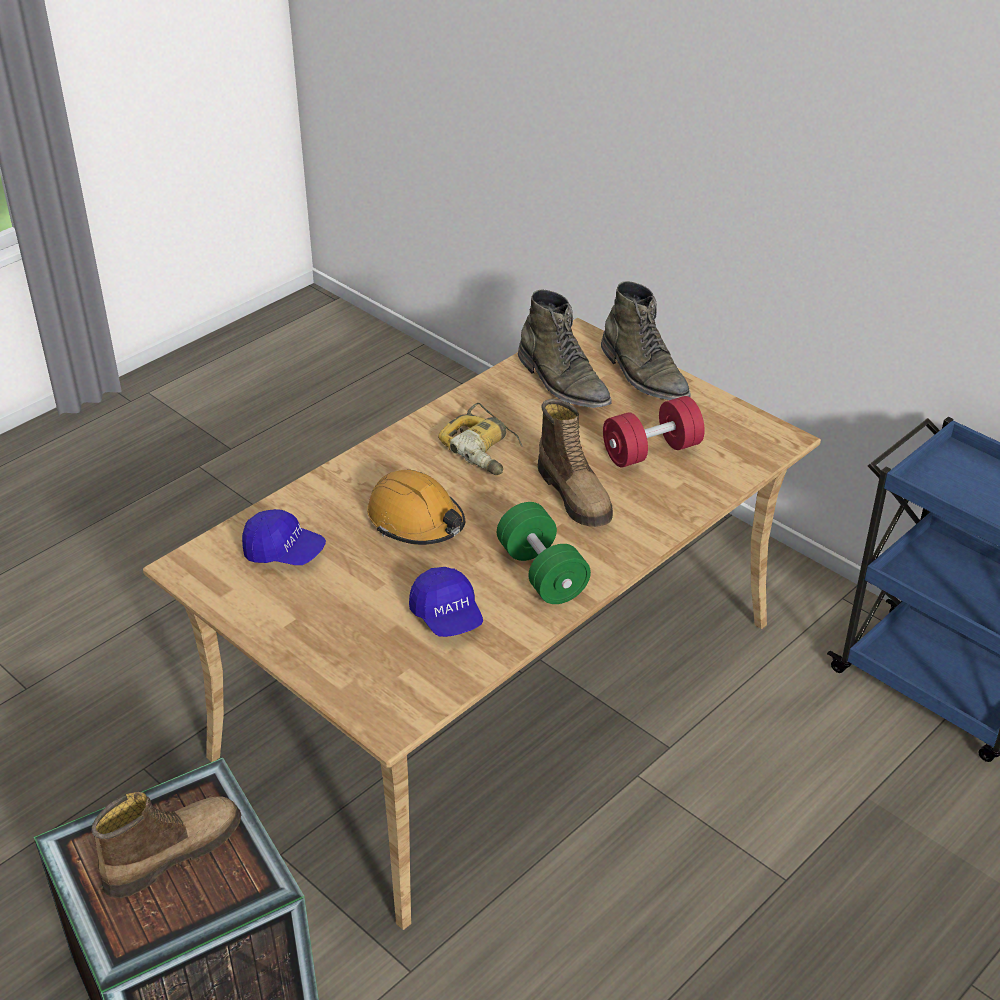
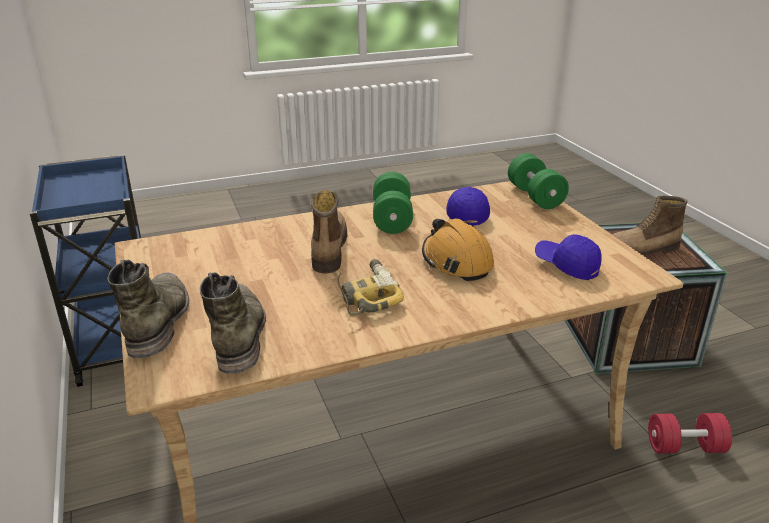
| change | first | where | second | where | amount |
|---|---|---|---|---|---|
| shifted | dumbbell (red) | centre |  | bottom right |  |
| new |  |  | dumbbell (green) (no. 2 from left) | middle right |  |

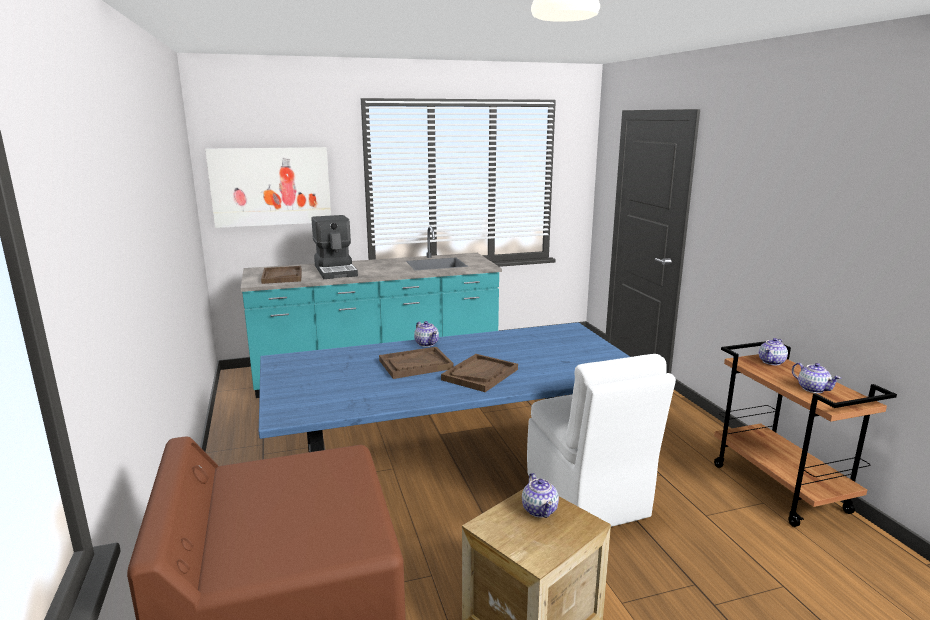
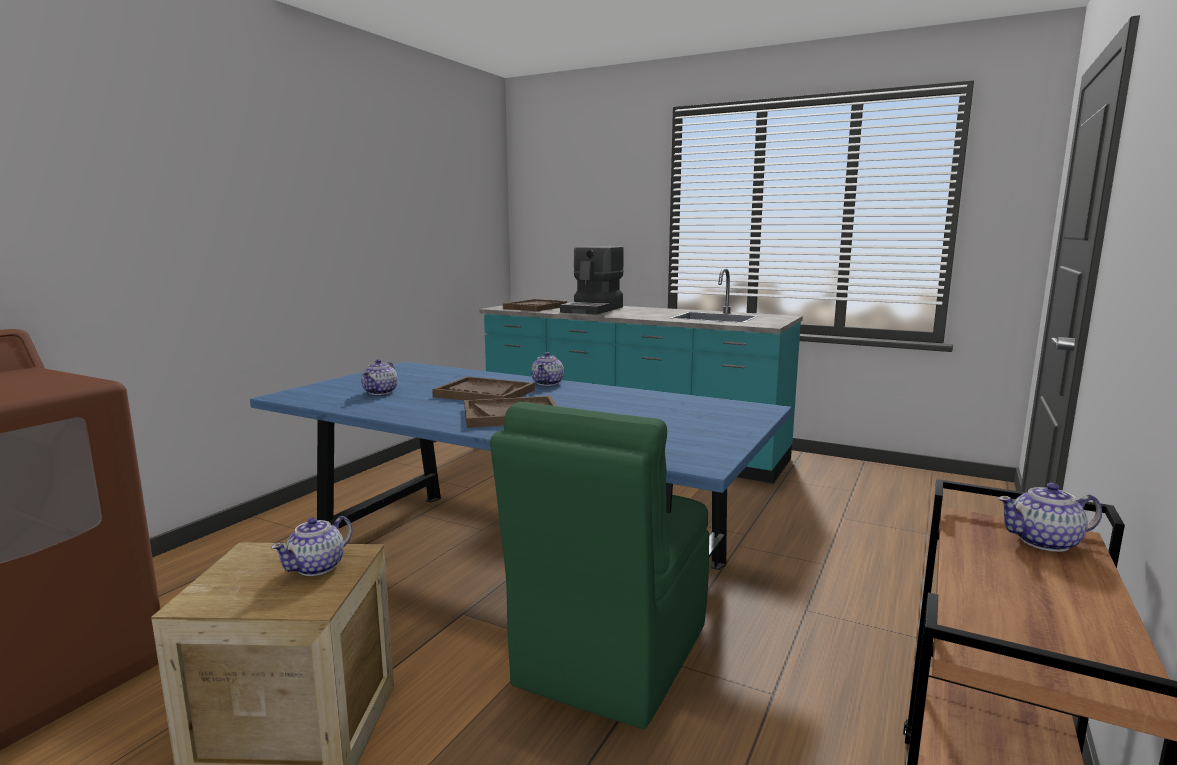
| change | first | where | second | where | amount |
|---|---|---|---|---|---|
| gone | picture | top left |  |  |  |
| repainted | chair (white) | bottom centre | chair (green) | bottom centre |  |
| shifted | teapot (no. 4 from left in the first image) | middle right | teapot (no. 2 from left) | middle left |  |

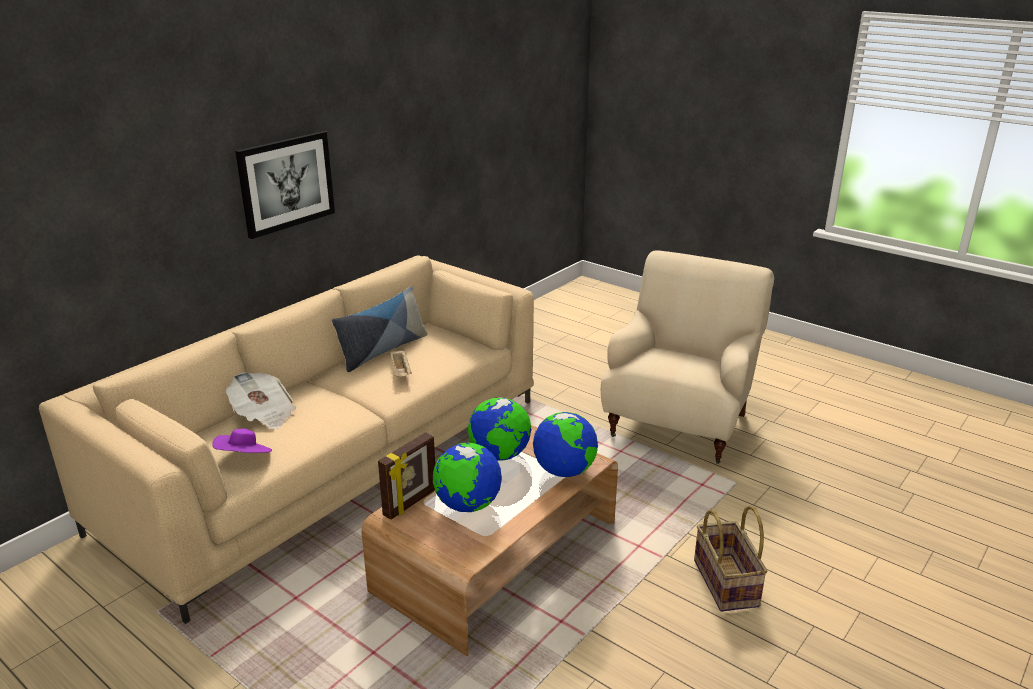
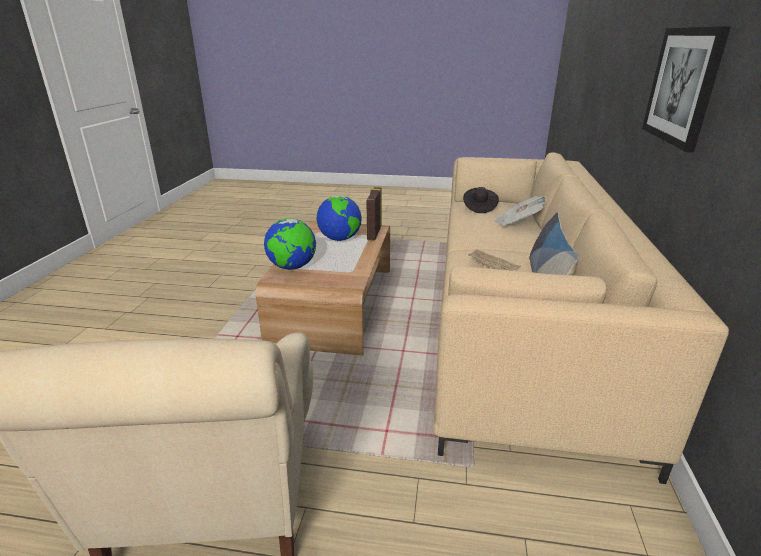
| change | first | where | second | where | amount |
|---|---|---|---|---|---|
| repainted | hat (purple) | middle left | hat (black) | centre |  |
| gone | globe (no. 2 from left) | centre |  |  |  |
| gone | basket | bottom right |  |  |  |

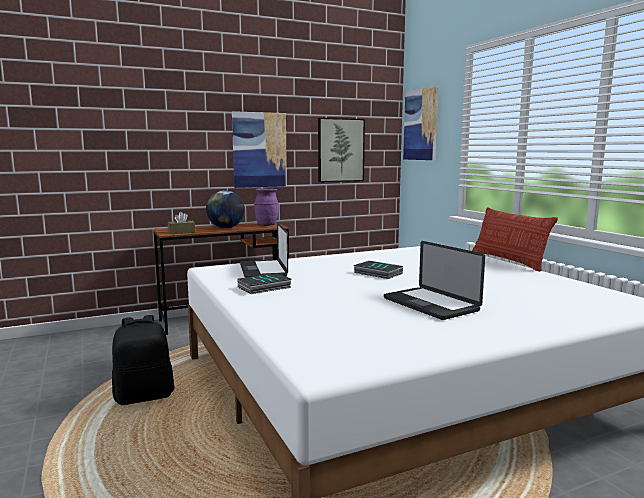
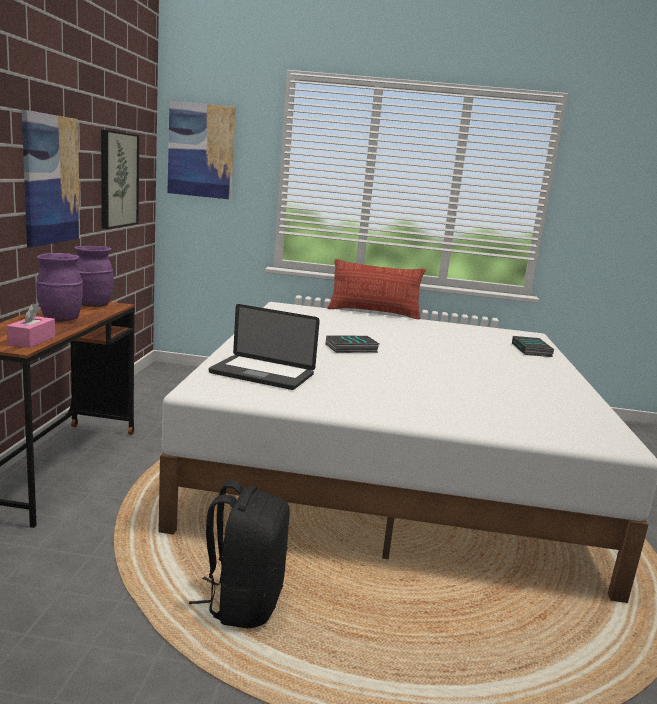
| change | first | where | second | where | amount |
|---|---|---|---|---|---|
| repainted | tissue box (brown) | middle left | tissue box (pink) | middle left |  |
| swapped | globe | centre | vase (purple) (no. 1 from left) | middle left |  |
| shifted | book (no. 1 from left in the first image) | centre | book (no. 2 from left) | middle right |  |
| gone | laptop (no. 2 from left) | middle right |  |  |  |

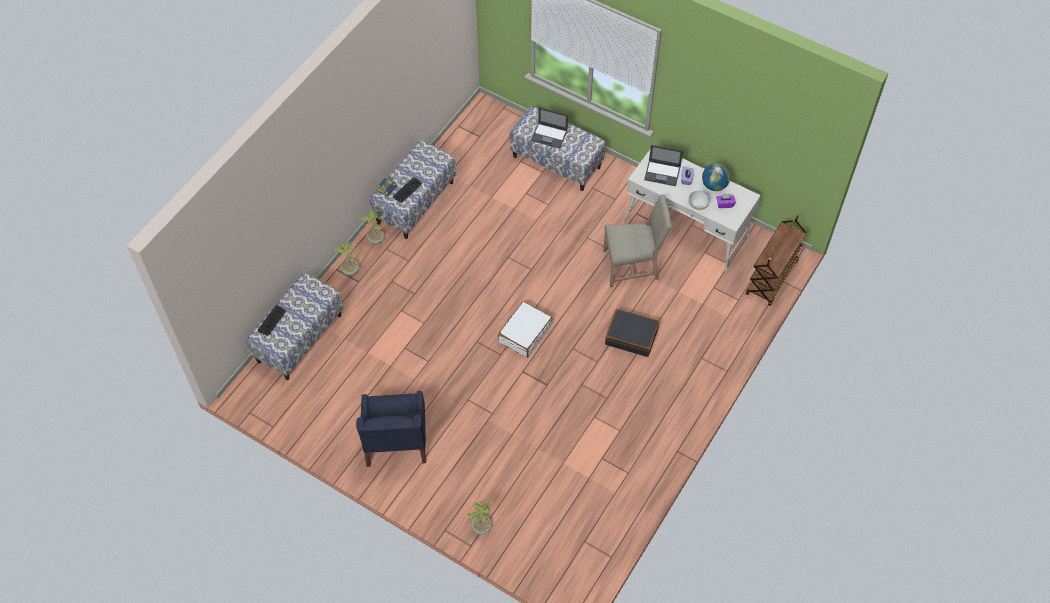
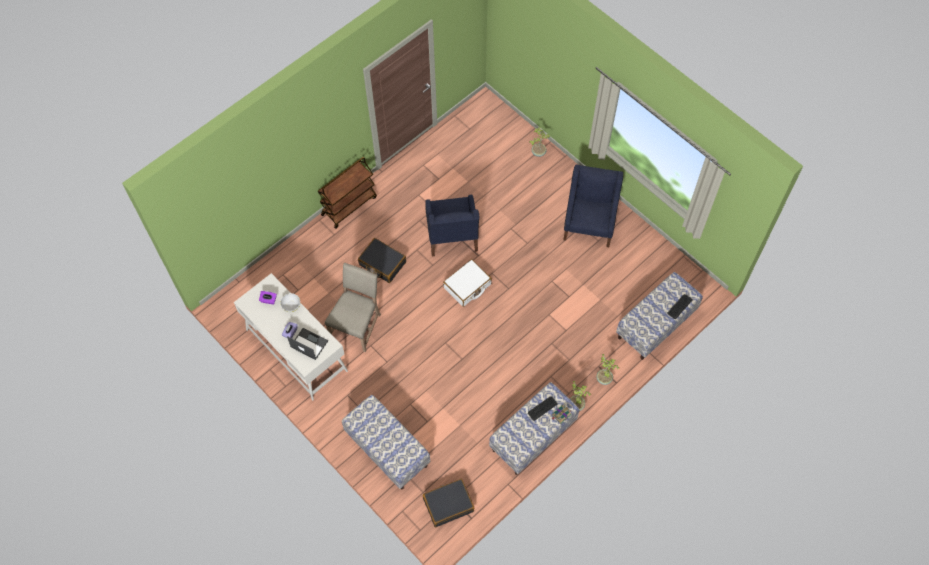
| change | first | where | second | where | amount |
|---|---|---|---|---|---|
| gone | laptop (no. 1 from left) | top centre |  |  |  |
| rotated | chair (beige) | centre |  | centre | 105 degrees clockwise |
| gone | globe | top right |  |  |  |
| shifted | cart (brown) | middle right |  | centre |  |
| new |  |  | suitcase (black) (no. 2 from left) | bottom centre |  |
| new |  |  | armchair (blue) (no. 1 from left) | centre |  |

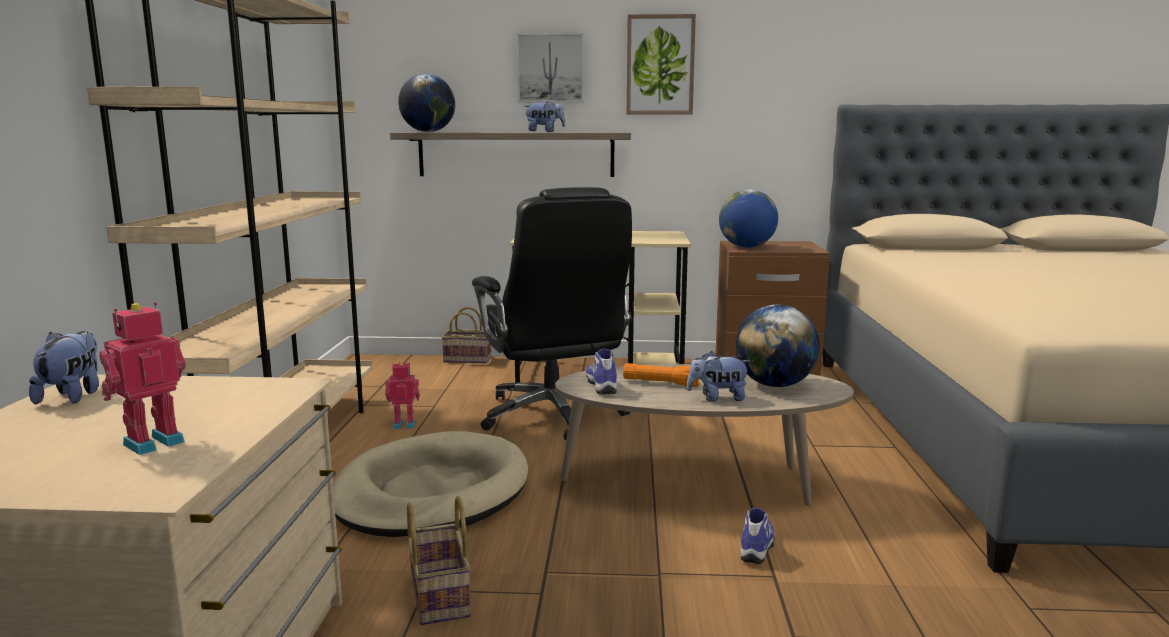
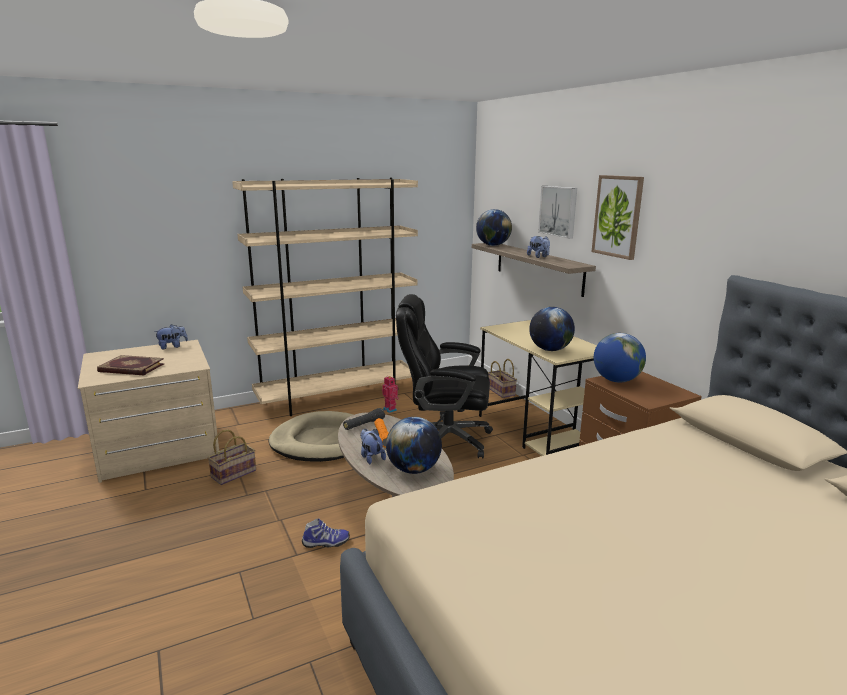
| change | first | where | second | where | amount |
|---|---|---|---|---|---|
| swapped | toy robot (no. 1 from left) | middle left | book | middle left |  |
| rotated | office chair (black) | centre |  | centre | 60 degrees clockwise |
| swapped | shoe (no. 1 from left) | centre | flashlight (black) | centre |  |
| new |  |  | globe (no. 3 from left) | centre |  |

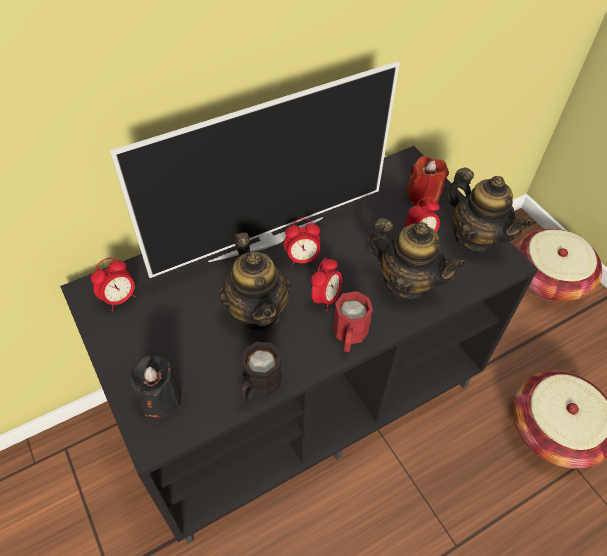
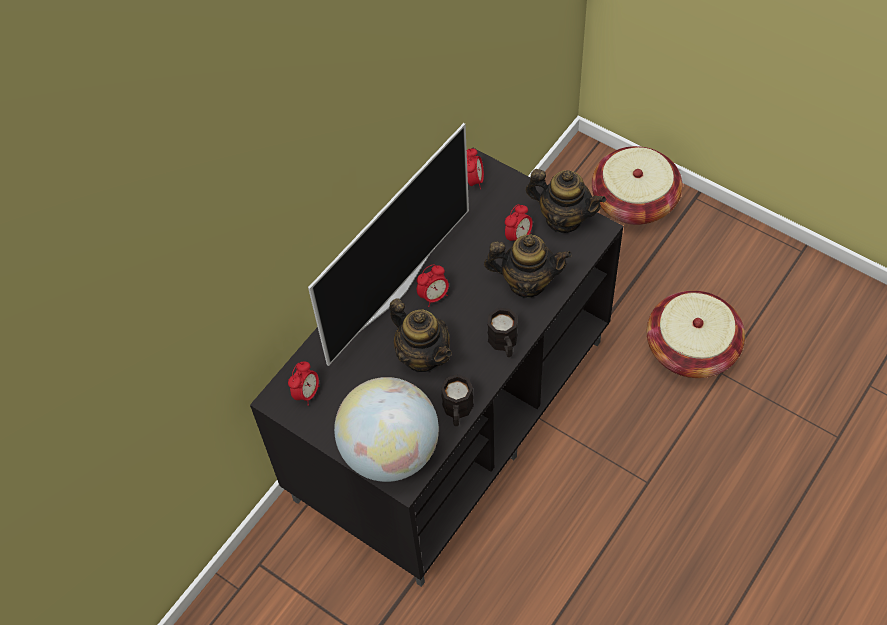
| change | first | where | second | where | amount |
|---|---|---|---|---|---|
| swapped | candle (black) | bottom left | globe | bottom centre |  |
| shifted | alarm clock (no. 3 from left) | centre |  | top centre |  |
| repainted | mug (red) | centre | mug (black) (no. 2 from left) | centre |  |
| gone | candle (red) | top right |  |  |  |

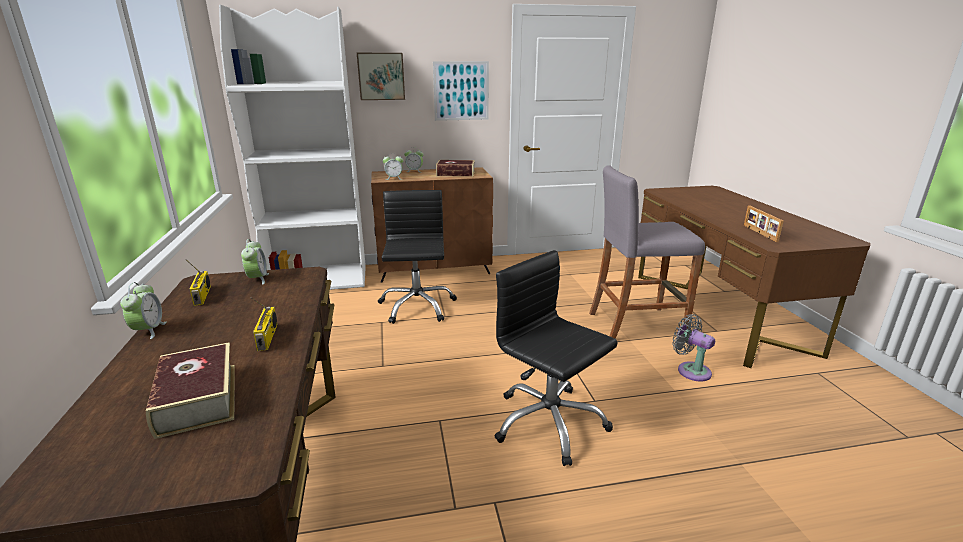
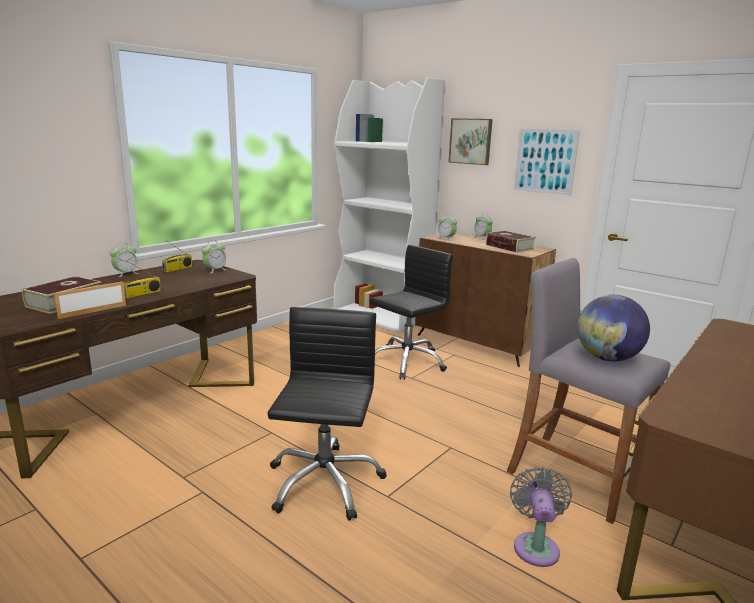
| change | first | where | second | where | amount |
|---|---|---|---|---|---|
| shifted | picture frame | middle right |  | middle left |  |
| new |  |  | globe | middle right |  |

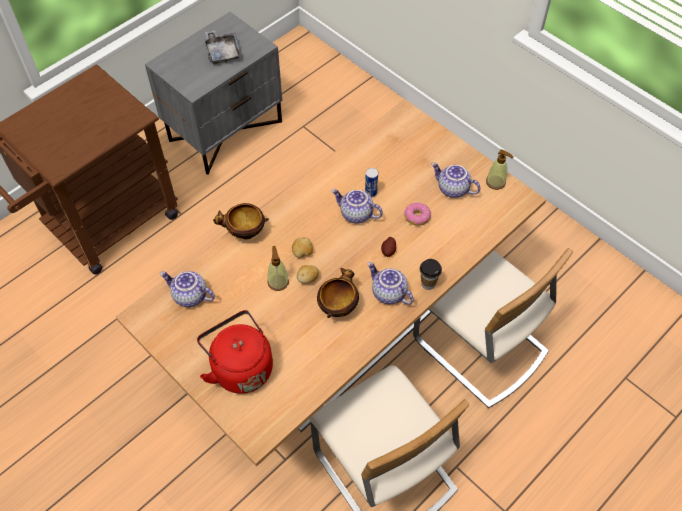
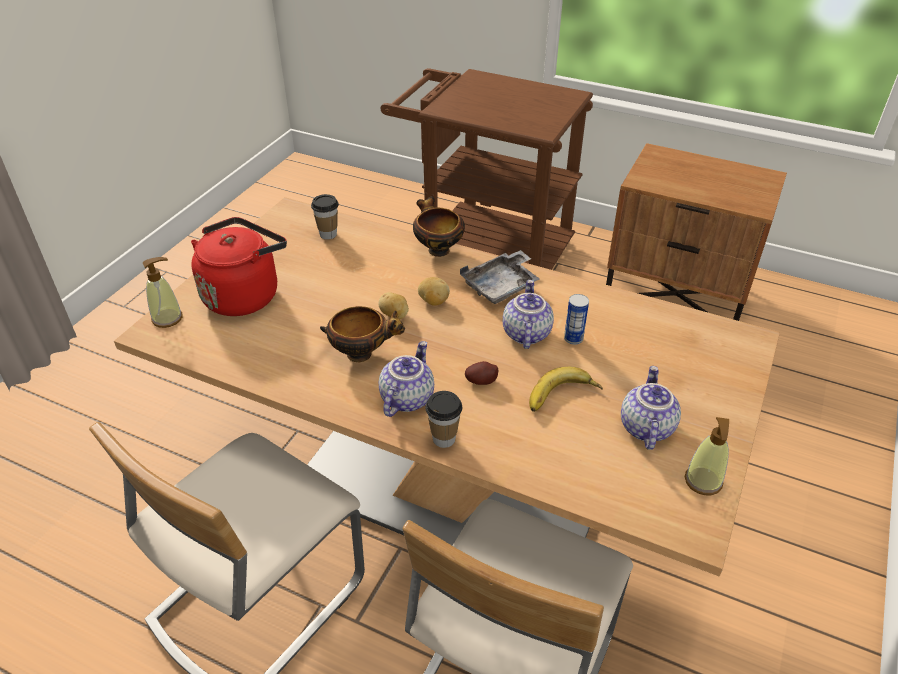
| change | first | where | second | where | amount |
|---|---|---|---|---|---|
| repainted | nightstand (grey) | top left | nightstand (brown) | middle right |  |
| swapped | teapot (no. 1 from left) | middle left | cup (no. 1 from left) | top centre |  |
| shifted | tray (grey) | top left |  | centre |  |
| shifted | soap dispenser (no. 1 from left) | centre |  | middle left |  |
| swapped | donut | centre | banana | centre |  |

